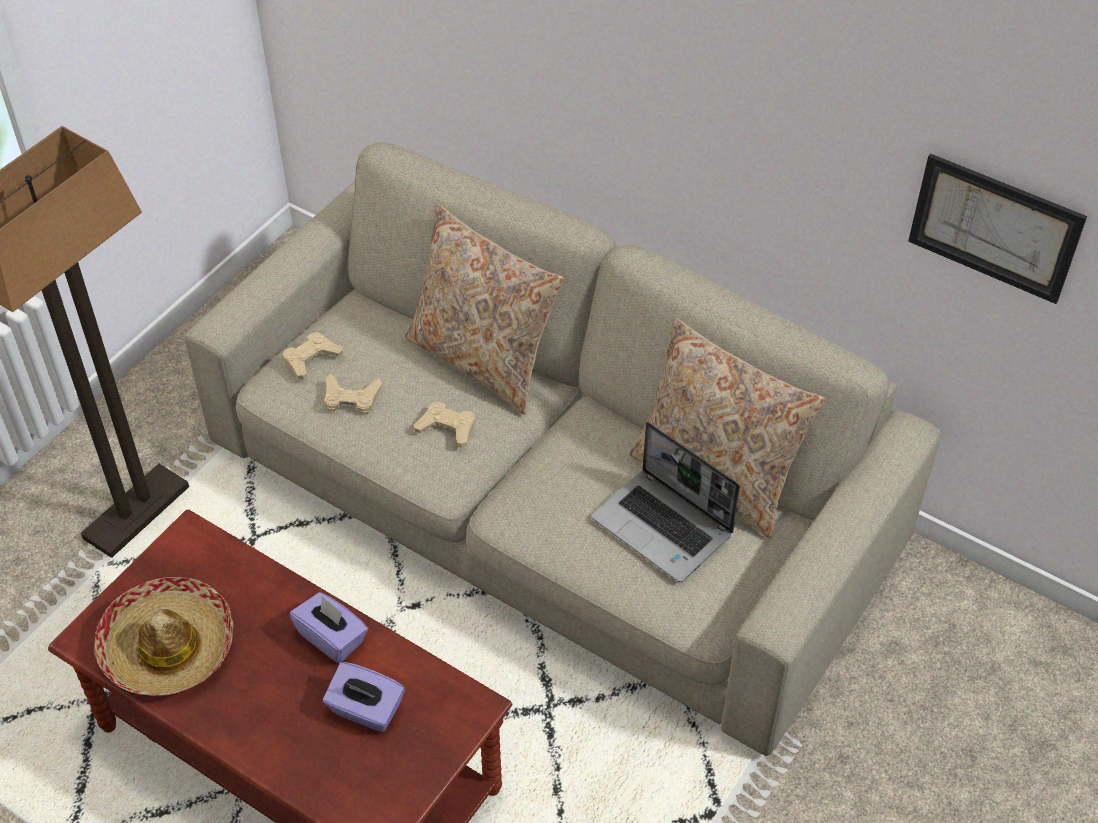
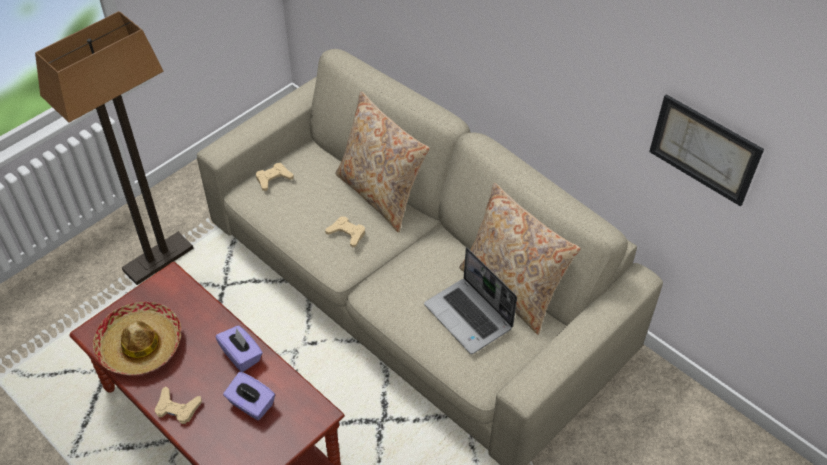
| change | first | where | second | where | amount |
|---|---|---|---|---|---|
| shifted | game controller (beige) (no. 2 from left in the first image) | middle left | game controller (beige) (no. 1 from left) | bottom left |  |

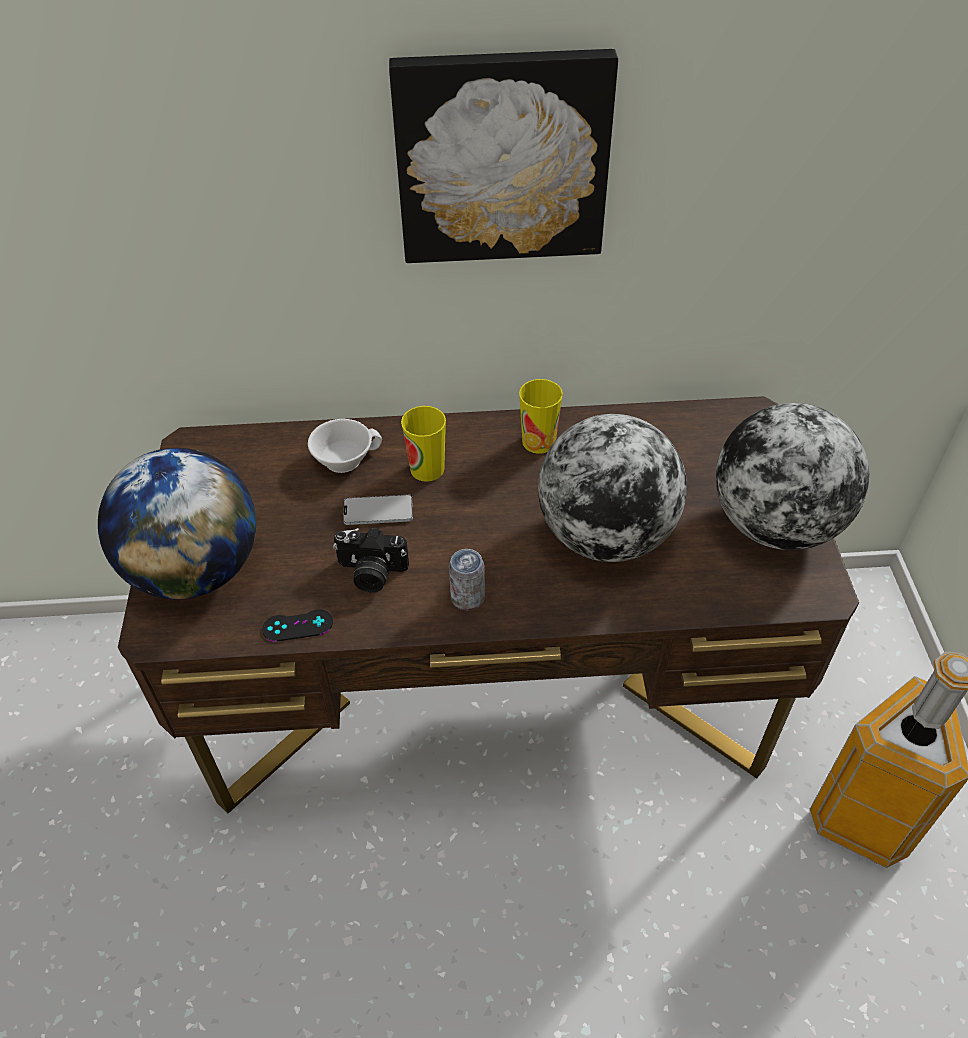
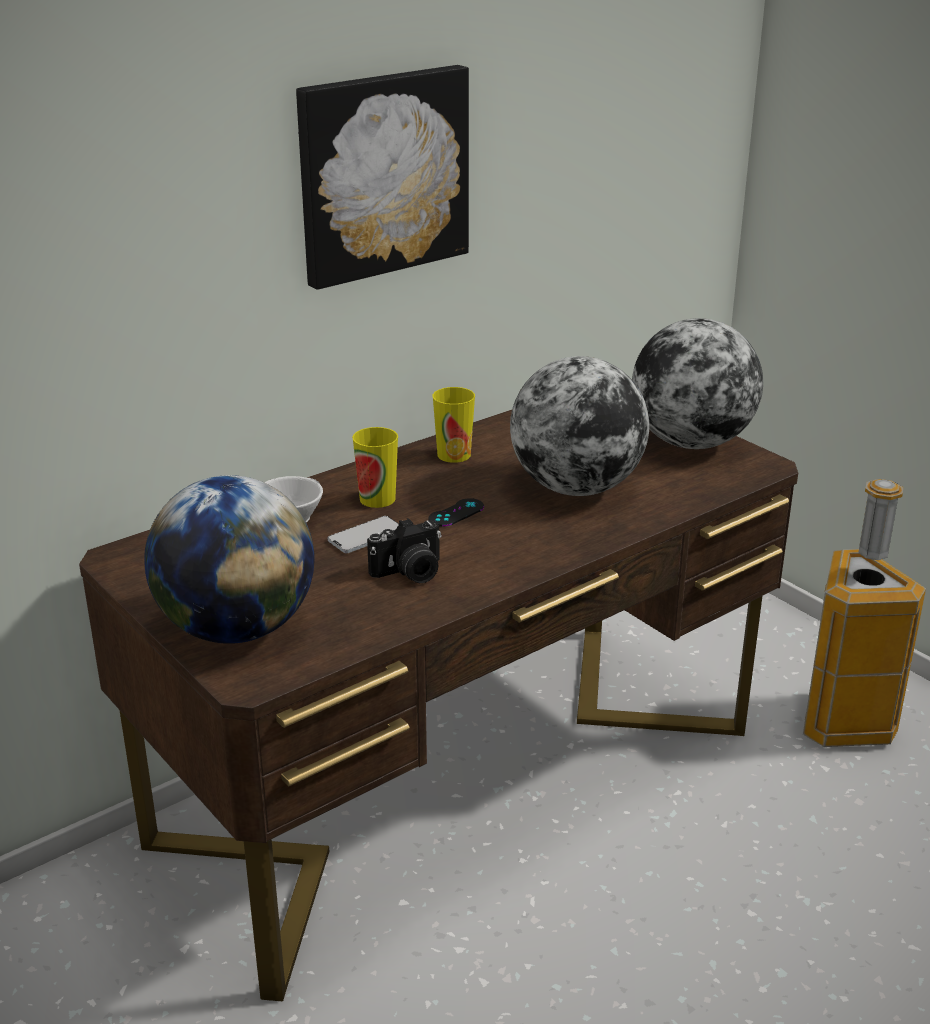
| change | first | where | second | where | amount |
|---|---|---|---|---|---|
| shifted | game controller (black) | middle left |  | centre |  |
| gone | can | centre |  |  |  |

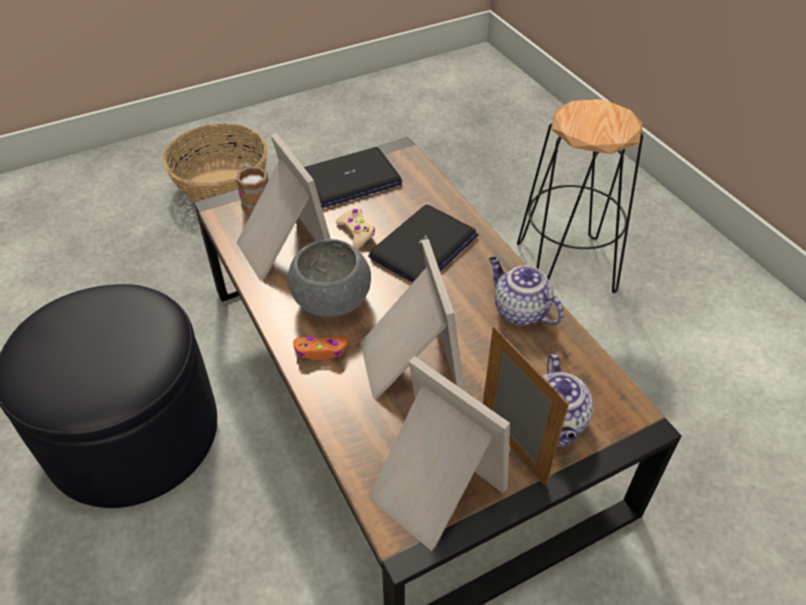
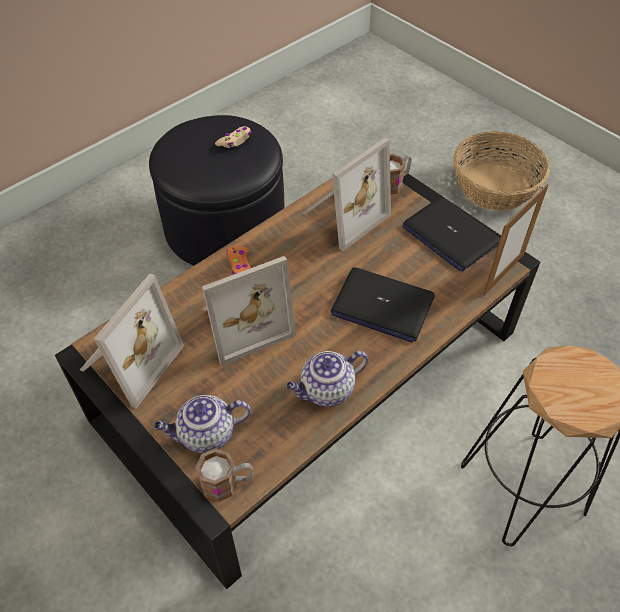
| change | first | where | second | where | amount |
|---|---|---|---|---|---|
| gone | bowl (grey) | centre |  |  |  |
| shifted | game controller (beige) | centre |  | top centre |  |
| shifted | picture frame (no. 4 from left) | bottom centre |  | middle right |  |
| rotated | teapot (no. 1 from left in the first image) | centre | teapot (no. 2 from left) | centre | 150 degrees counterclockwise |
| new |  |  | mug (no. 1 from left) | bottom centre |  |

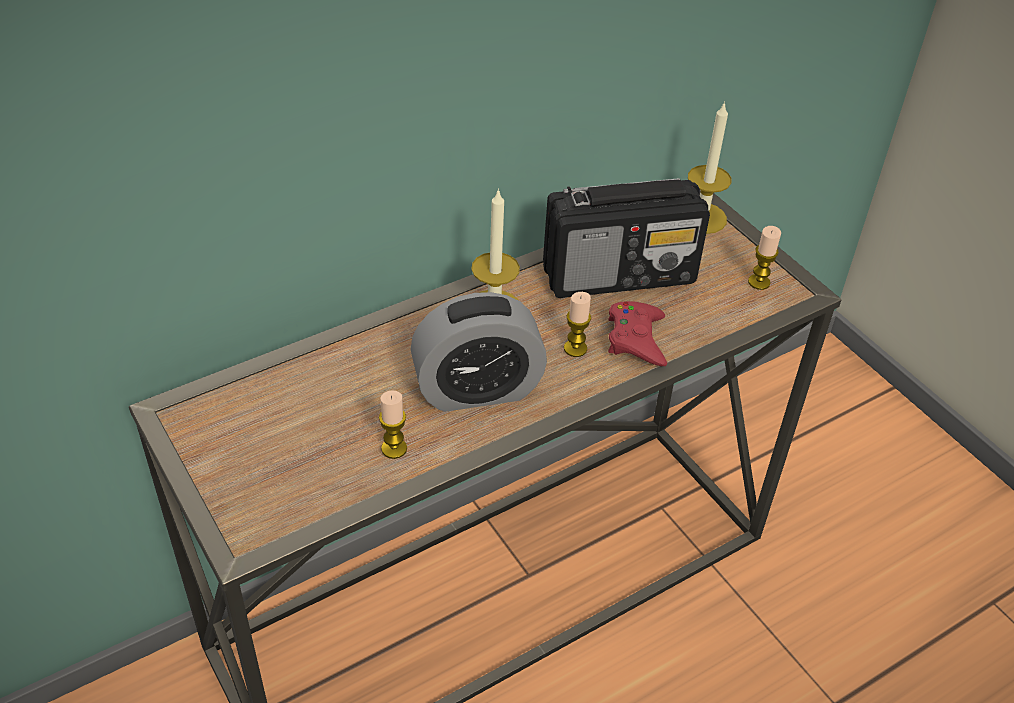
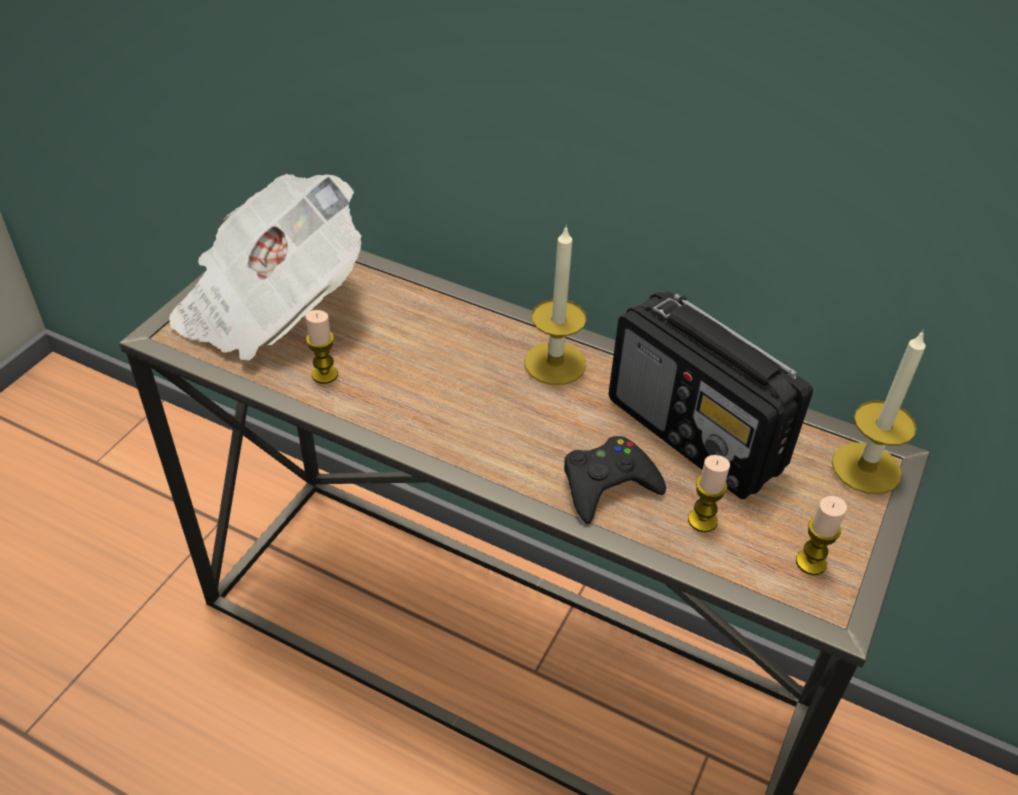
| change | first | where | second | where | amount |
|---|---|---|---|---|---|
| gone | alarm clock | centre |  |  |  |
| shifted | candle (no. 3 from left) | centre |  | middle right |  |
| repainted | game controller (red) | centre | game controller (black) | centre |  |
| new |  |  | newspaper | middle left |  |

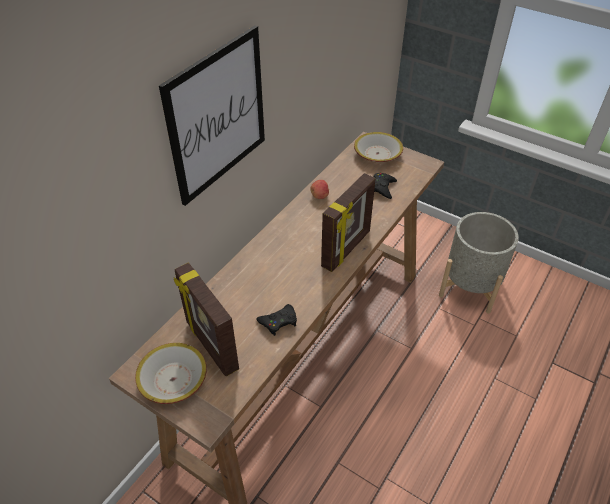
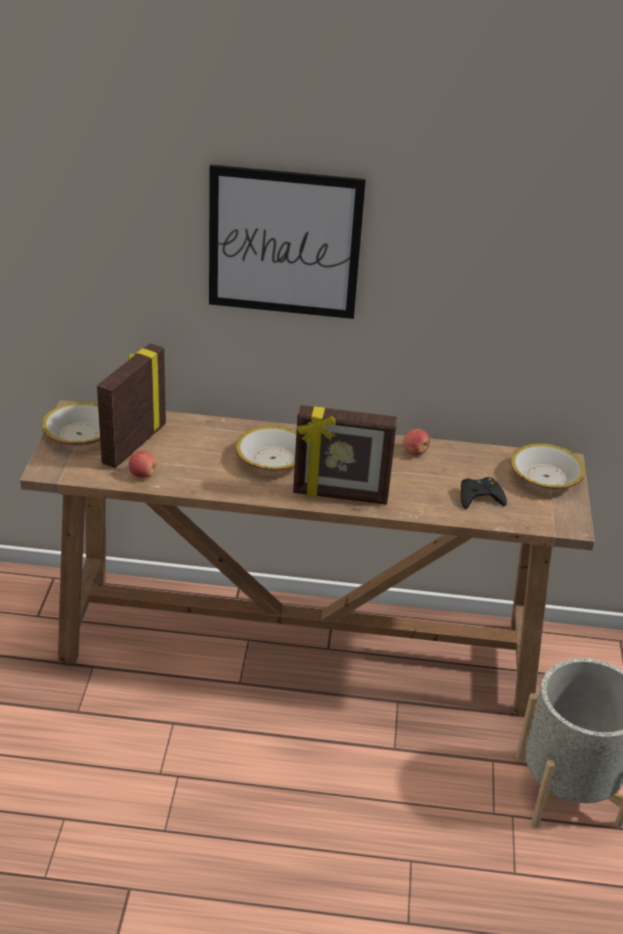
| change | first | where | second | where | amount |
|---|---|---|---|---|---|
| gone | game controller (black) (no. 1 from left) | centre |  |  |  |
| new |  |  | apple (no. 1 from left) | middle left |  |
| new |  |  | bowl (no. 2 from left) | centre |  |

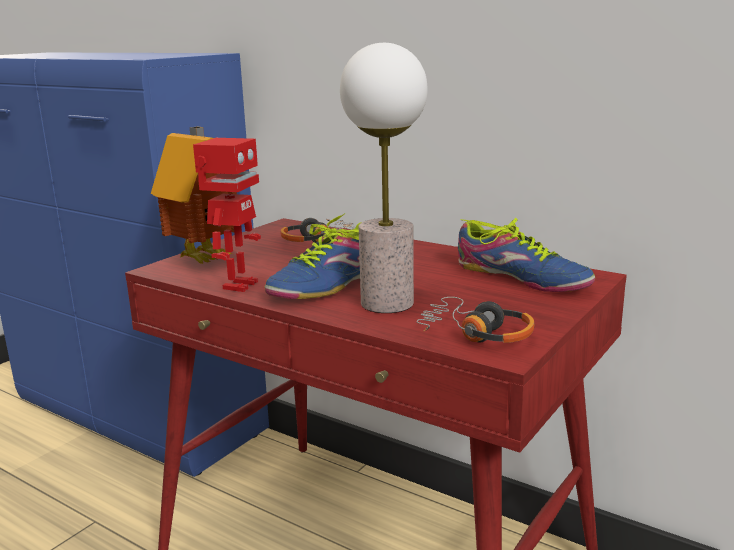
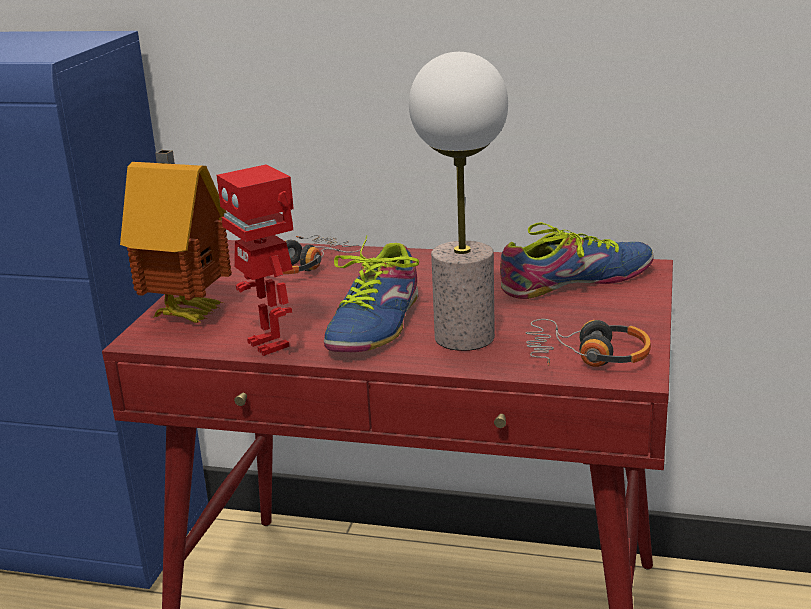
| change | first | where | second | where | amount |
|---|---|---|---|---|---|
| rotated | toy robot | middle left |  | middle left | 150 degrees clockwise |
| rotated | shoe (no. 2 from left) | middle right |  | middle right | 45 degrees counterclockwise |

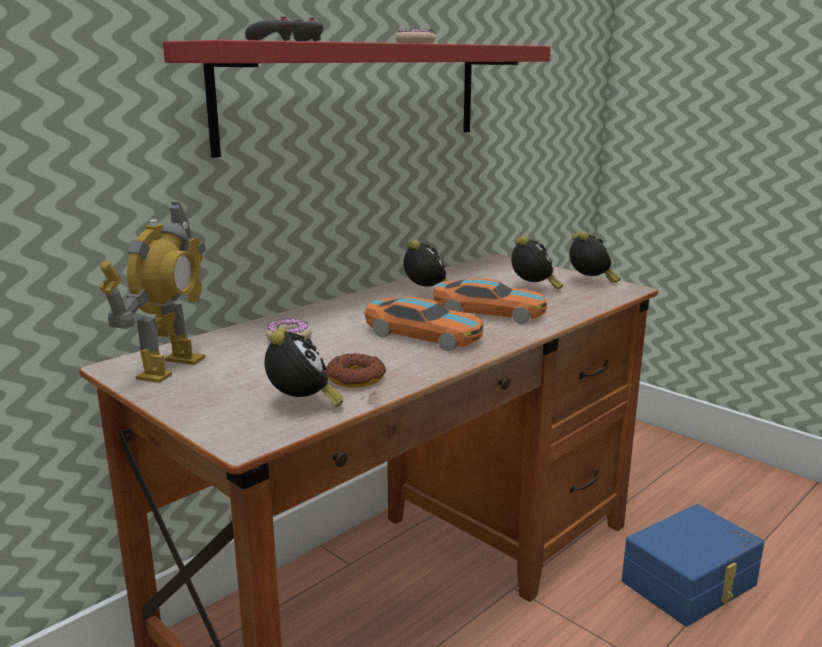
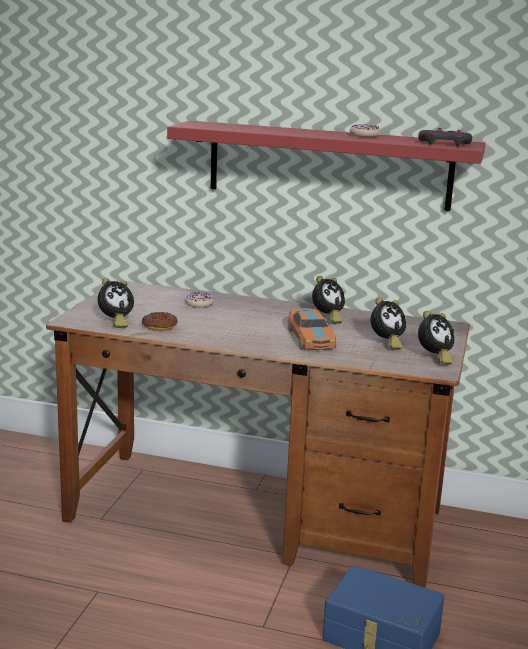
| change | first | where | second | where | amount |
|---|---|---|---|---|---|
| gone | toy robot | middle left |  |  |  |
| shifted | game controller (grey) | top centre |  | top right |  |
| gone | toy car (no. 1 from left) | centre |  |  |  |

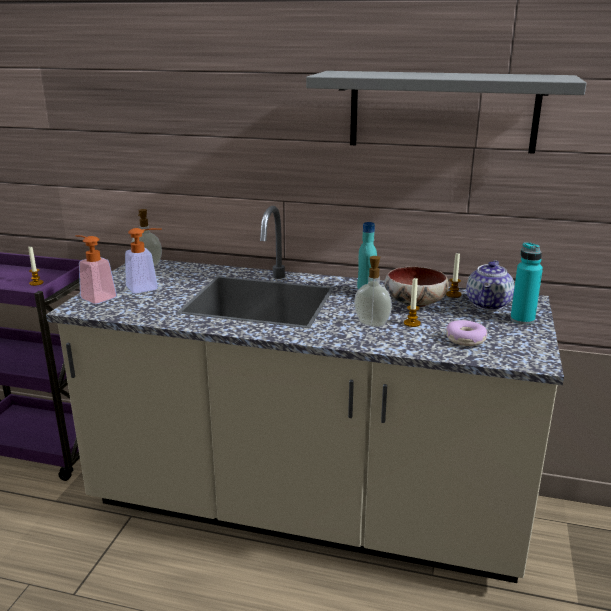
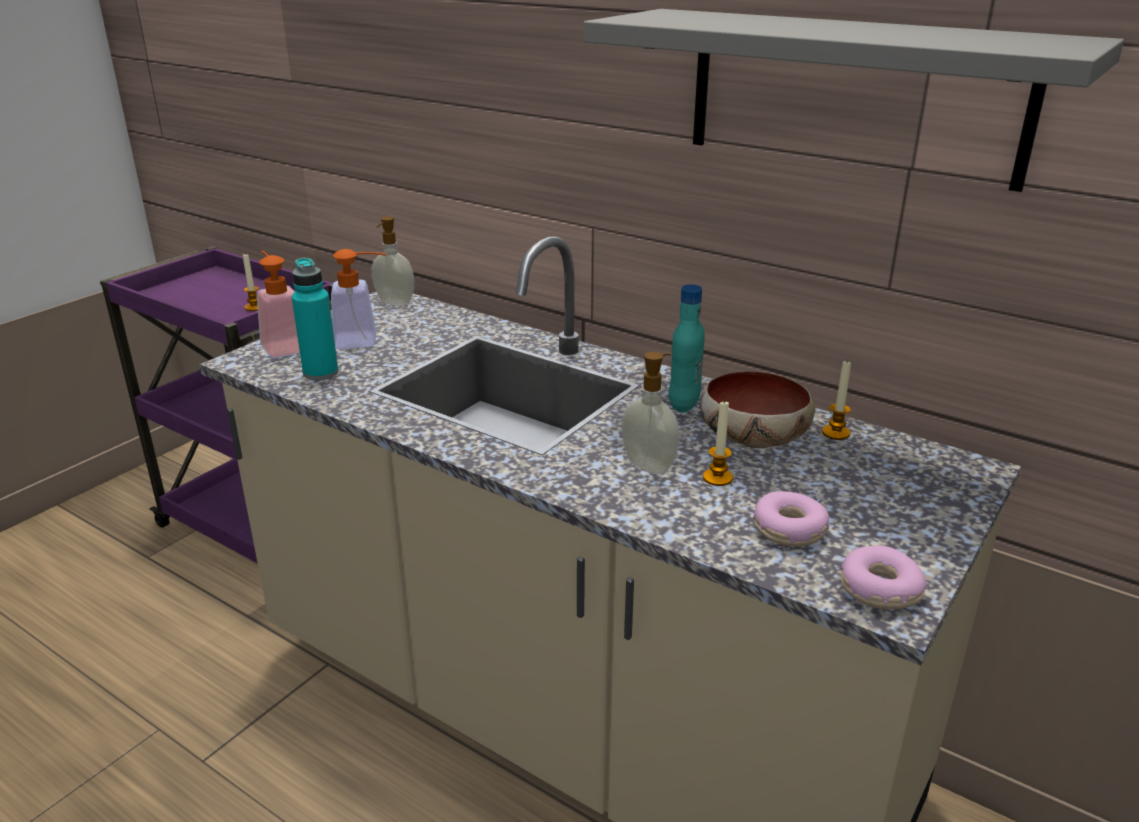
| change | first | where | second | where | amount |
|---|---|---|---|---|---|
| gone | teapot | middle right |  |  |  |
| shifted | bottle (turquoise) (no. 2 from left in the first image) | middle right | bottle (turquoise) (no. 1 from left) | middle left |  |
| new |  |  | donut (no. 2 from left) | bottom right |  |

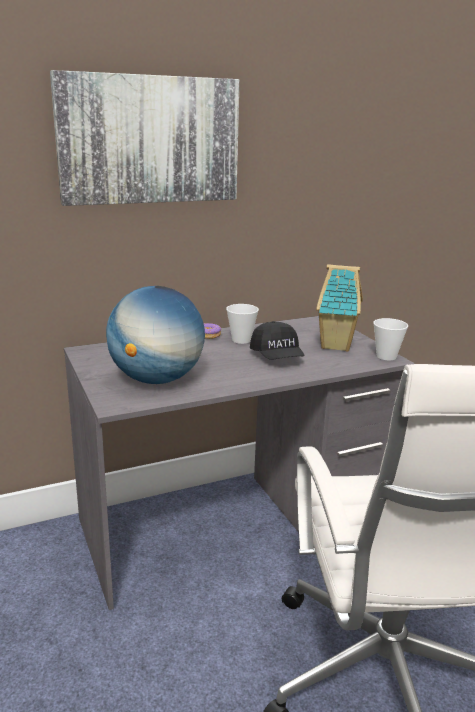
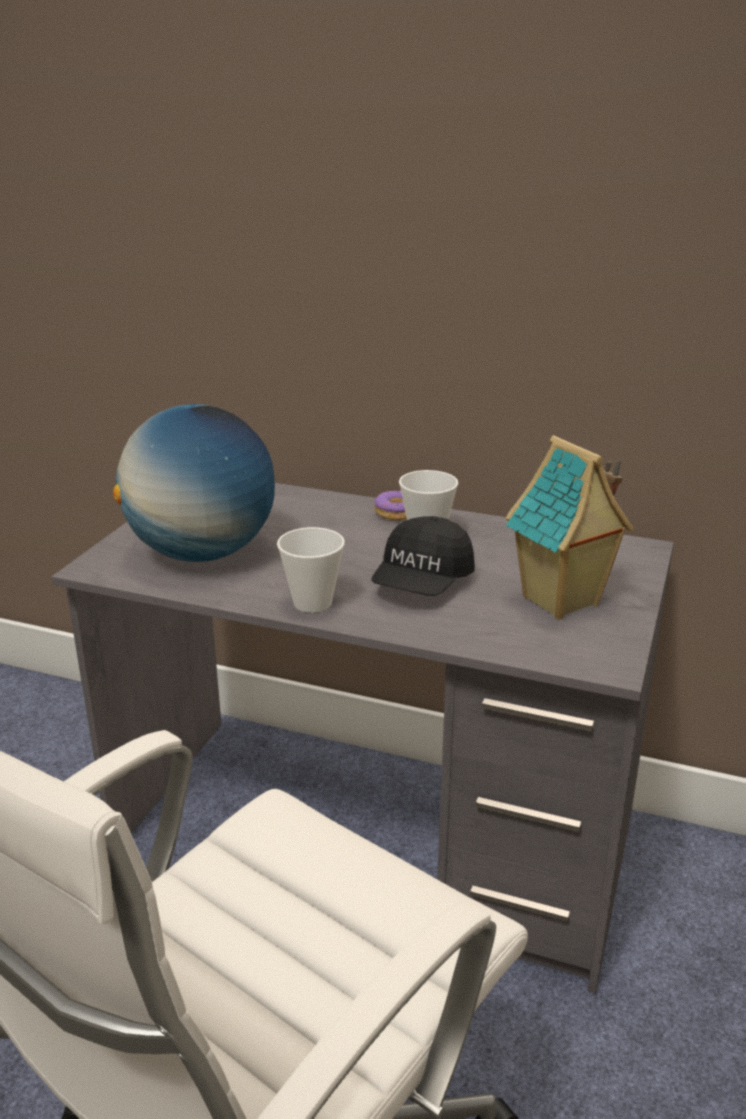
| change | first | where | second | where | amount |
|---|---|---|---|---|---|
| gone | picture | top left |  |  |  |
| shifted | cup (no. 2 from left in the first image) | middle right | cup (no. 1 from left) | centre |  |

